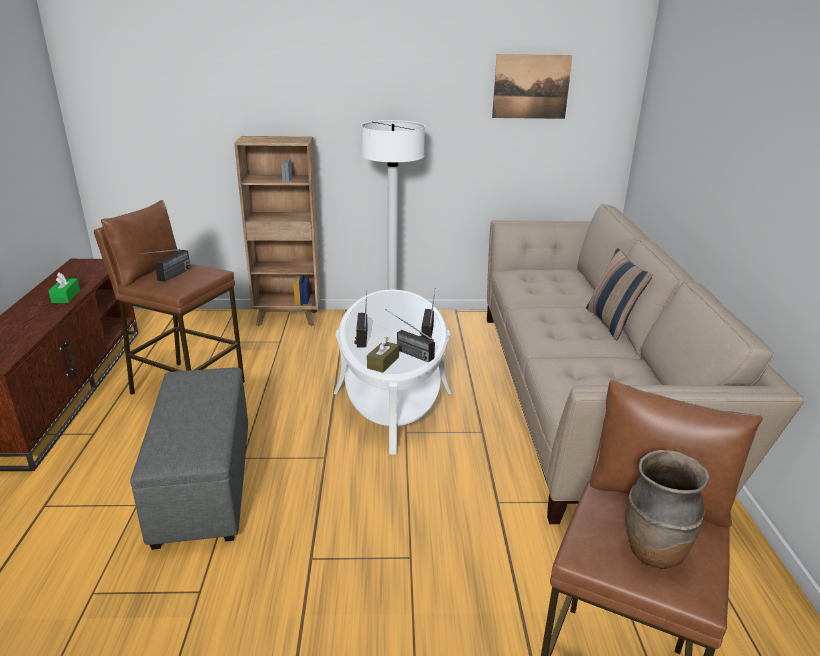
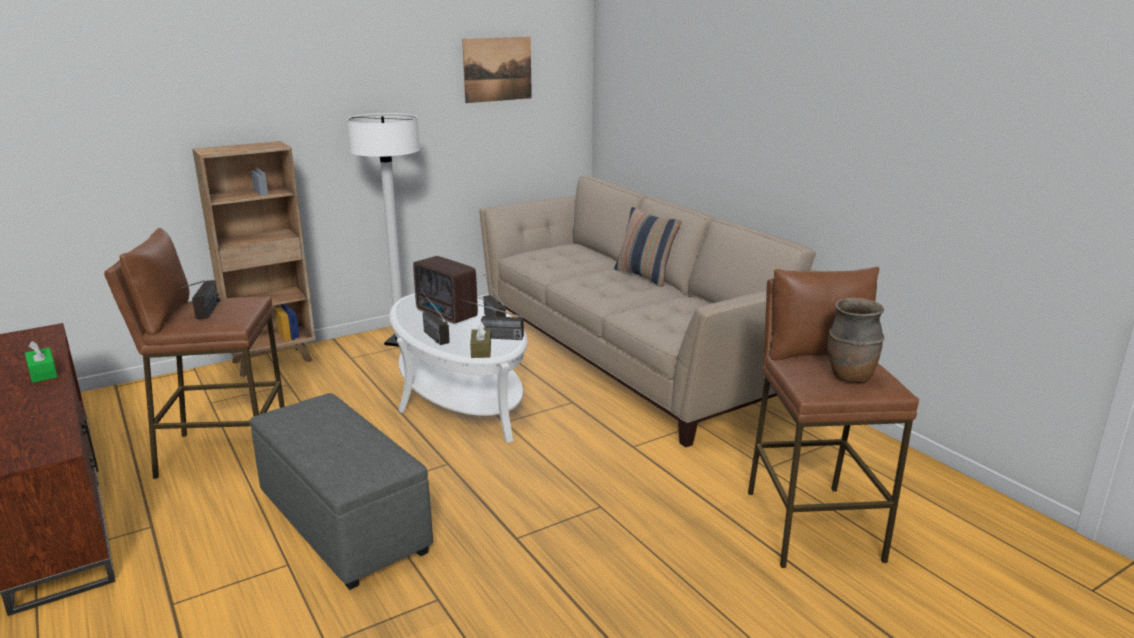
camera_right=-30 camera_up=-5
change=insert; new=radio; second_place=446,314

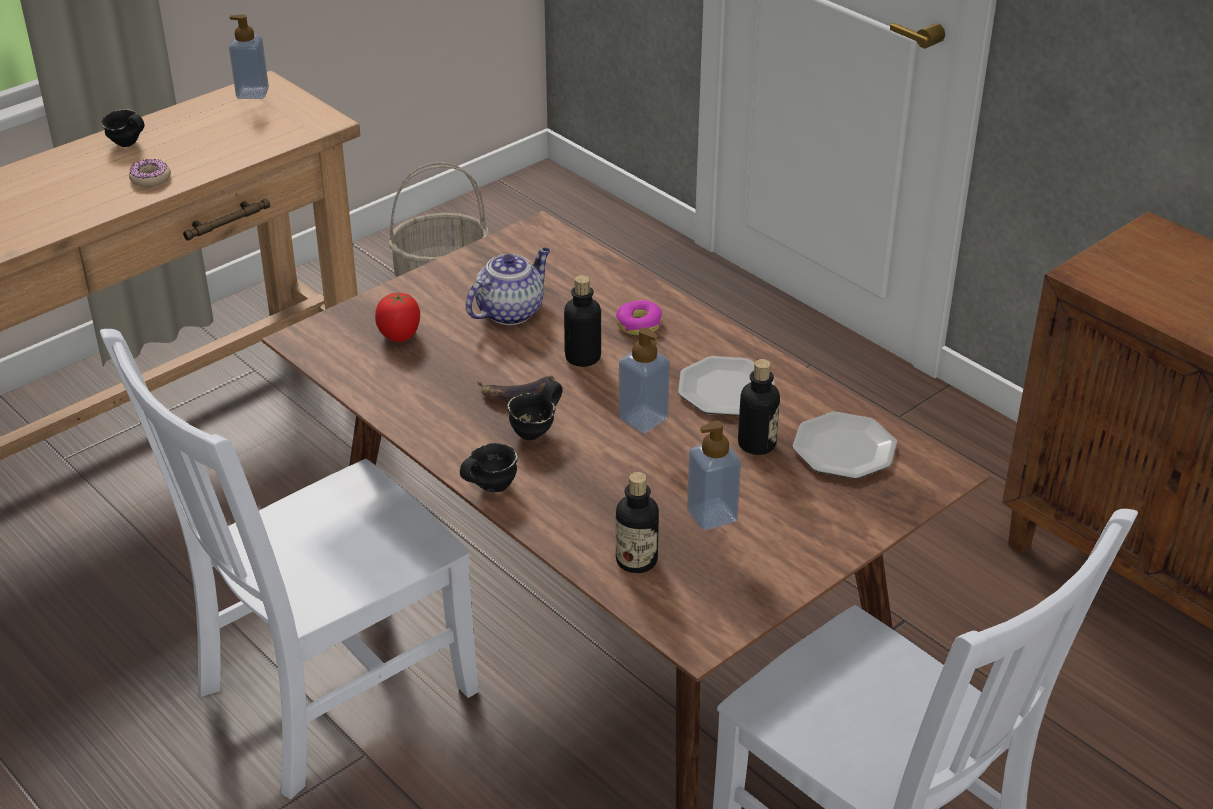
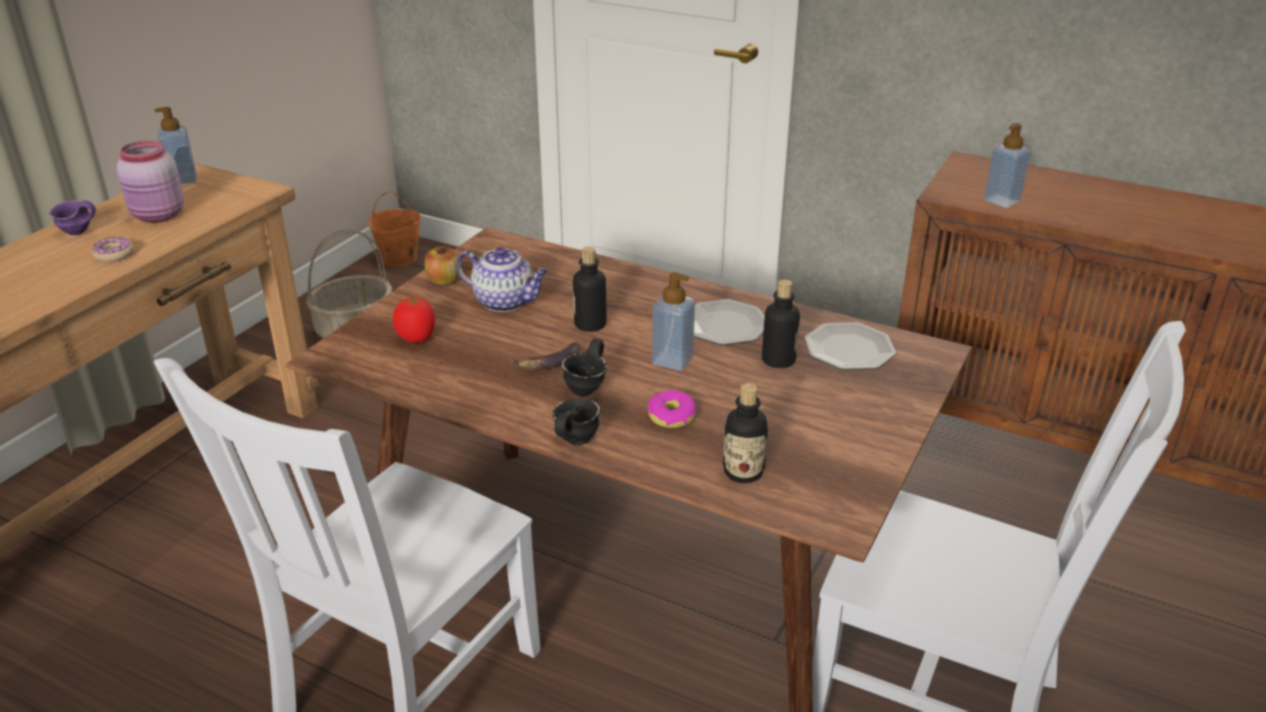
camera_right=-20 camera_up=-5
change=recolor; old=taza grande/negro; new=taza grande/morado; first_place=126,146; second_place=78,234
change=rotate; old=tetera; first_place=510,311; second_place=505,302; degrees=90
change=move; old=rosquilla; first_place=638,324; second_place=671,416
change=move; old=dispensador de jabón; first_place=712,515; second_place=1001,201
change=insert; new=tarro/rosa; second_place=159,216
change=insert; new=cubo/naranja; second_place=398,259
change=insert; new=manzana; second_place=444,280

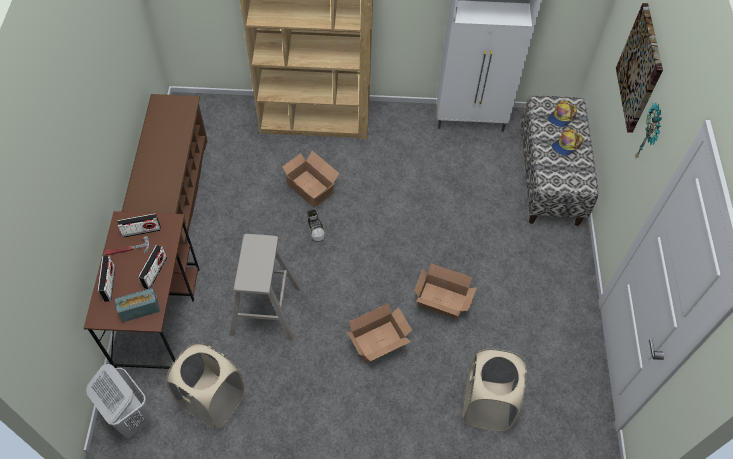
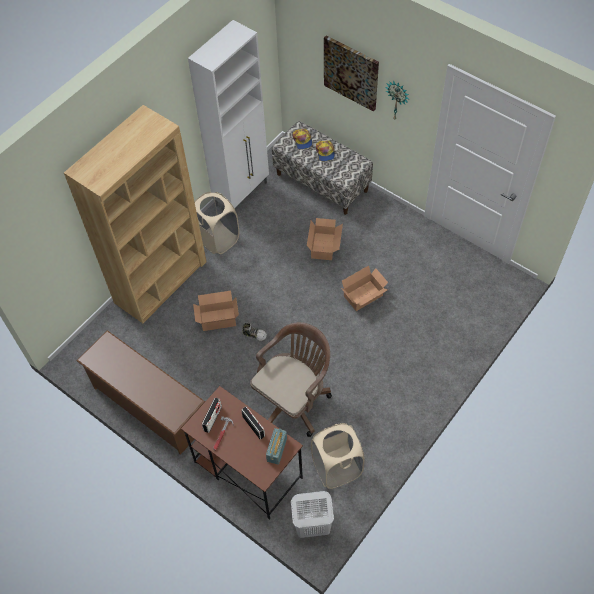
camera_right=-50 camera_up=0
change=delete; old=radio; first_place=109,284
change=replace; old=taburete/beis; new=silla de oficina/marrón; first_place=266,310; second_place=293,400
change=move; old=caja de cartón; first_place=379,343; second_place=324,246
change=move; old=cesto de la ropa/beis; first_place=486,405; second_place=218,239

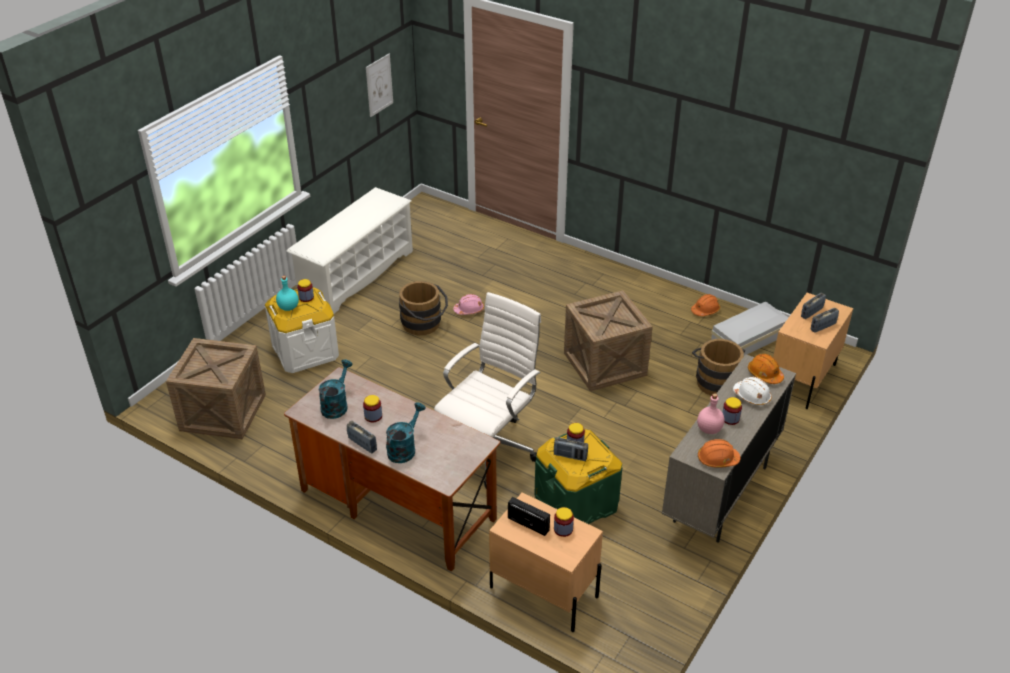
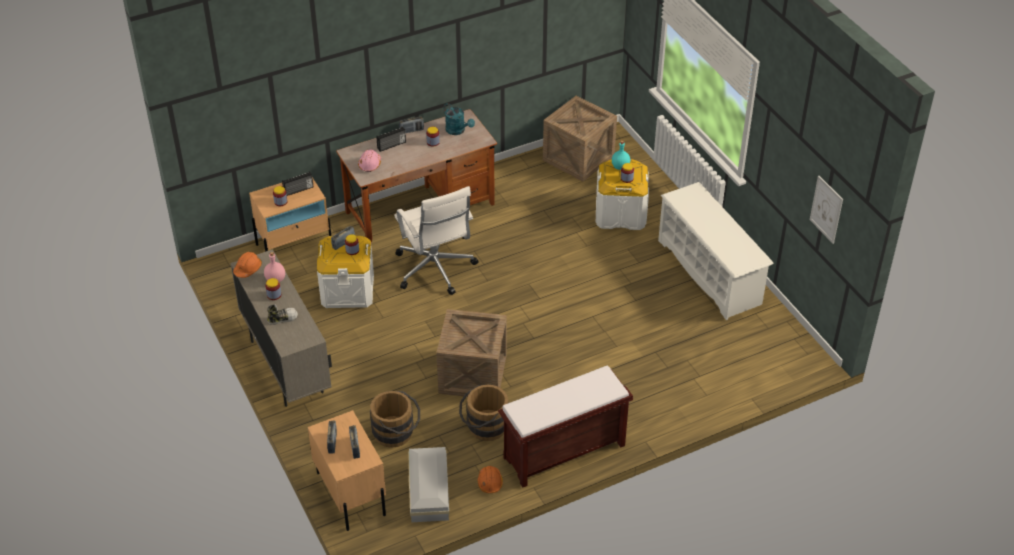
camera_right=120 camera_up=5
change=replace; old=regadera/turquesa; new=radio; first_place=404,448; second_place=392,145
change=move; old=cubo/marrón; first_place=424,325; second_place=483,427
change=move; old=casco/rosa; first_place=469,310; second_place=370,164
change=recolor; old=caja de almacenaje/verde; new=caja de almacenaje/blanco; first_place=576,502; second_place=347,290
change=replace; old=casco/blanco; new=zapato; first_place=752,396; second_place=282,318
change=delete; old=casco/naranja; first_place=764,374
change=insert; new=banco/marrón; second_place=563,452

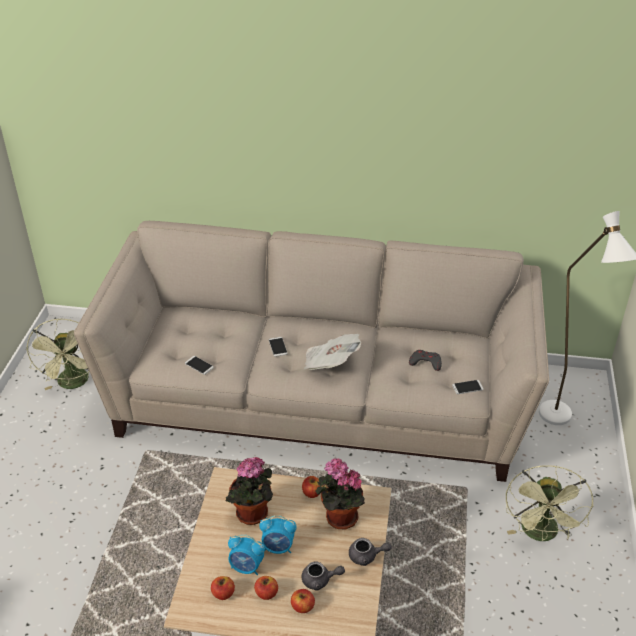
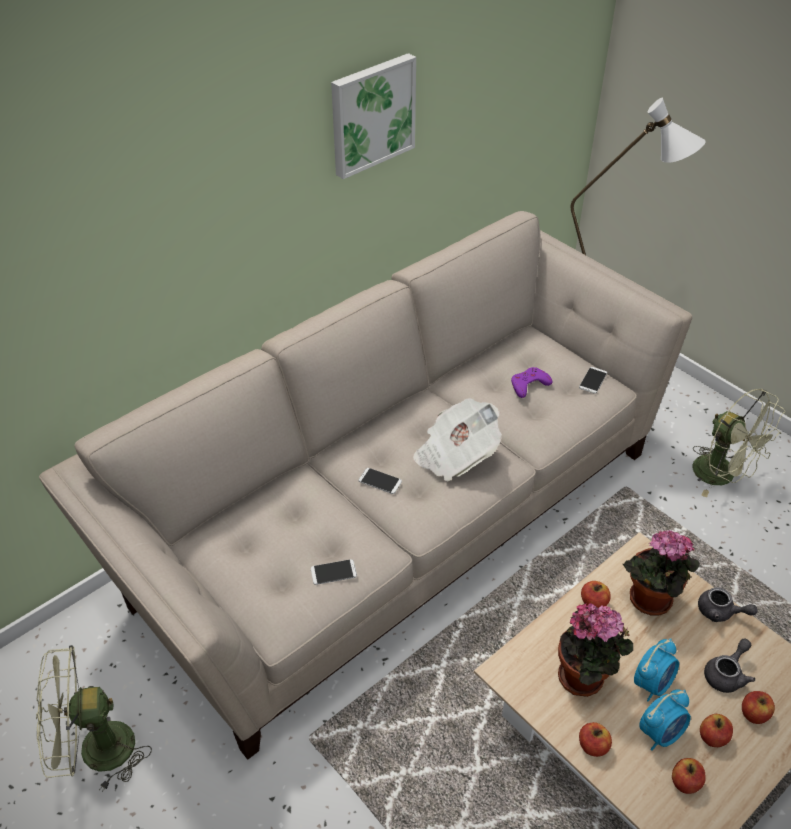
camera_right=-50 camera_up=5
change=rotate; old=ventilador/verde; first_place=74,384; second_place=95,751; degrees=135
change=rotate; old=tetera/gris; first_place=367,556; second_place=720,612; degrees=75
change=recolor; old=mando de consola/gris; new=mando de consola/morado; first_place=425,362; second_place=529,385
change=insert; new=cuadro; second_place=371,114
change=insert; new=manzana; second_place=592,746

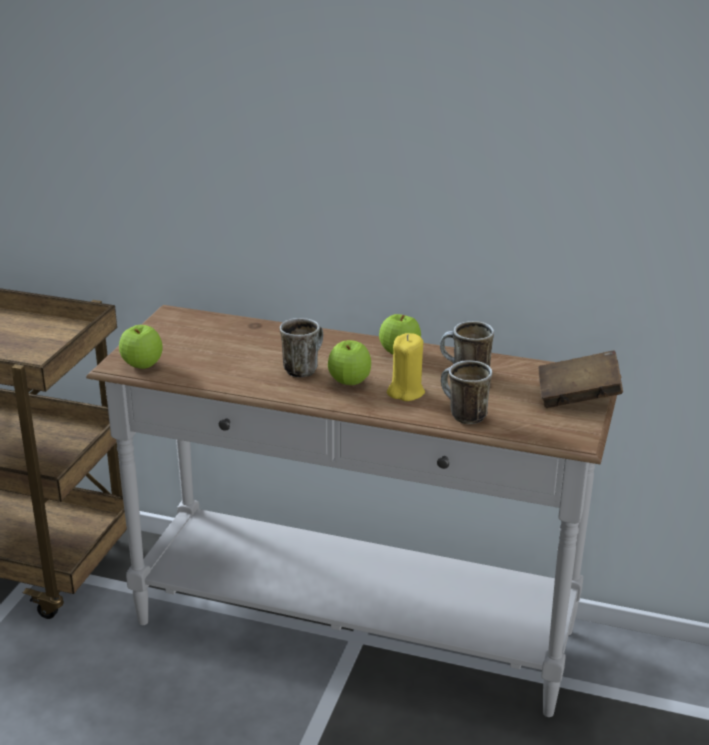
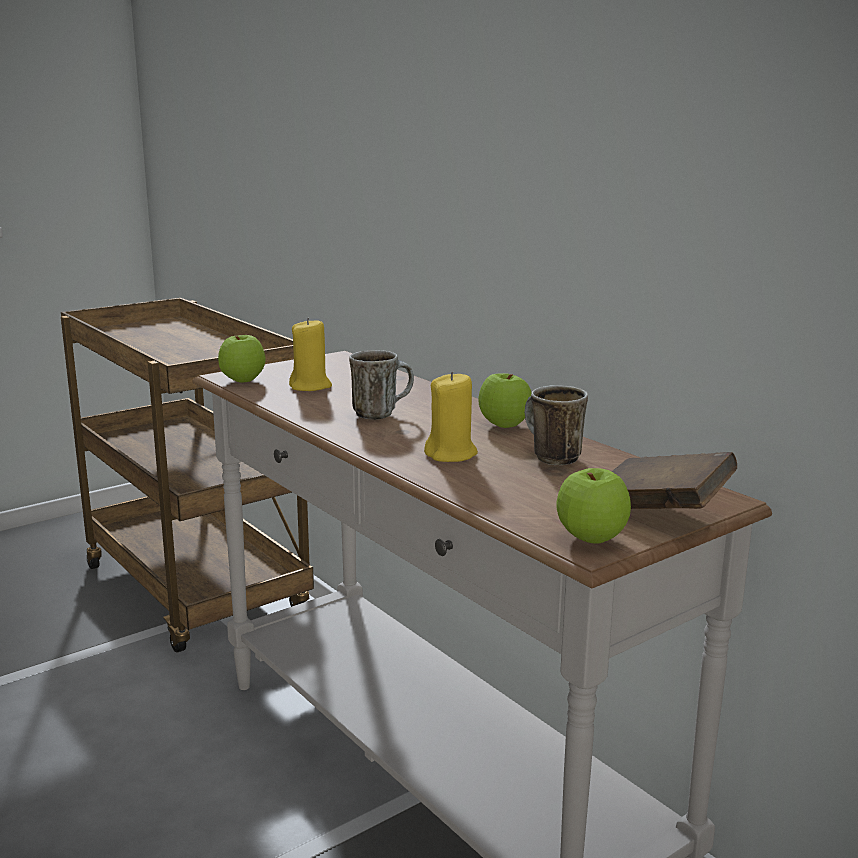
camera_right=35 camera_up=-10
change=move; old=manzana; first_place=349,382; second_place=591,538
change=delete; old=taza grande; first_place=461,415
change=insert; new=vela/amarillo; second_place=310,386

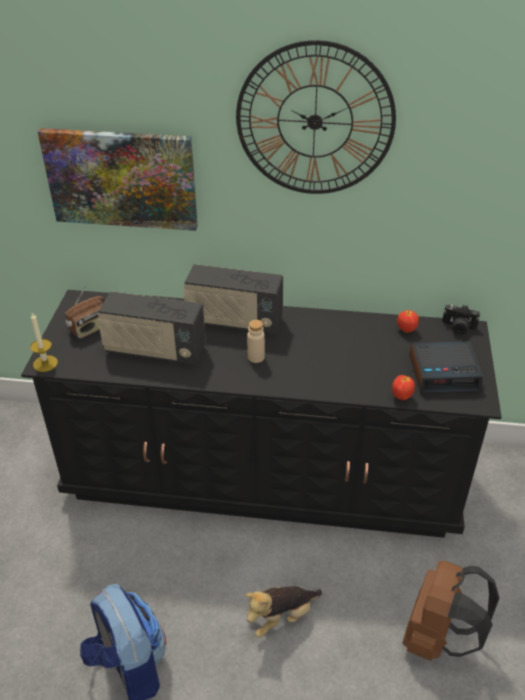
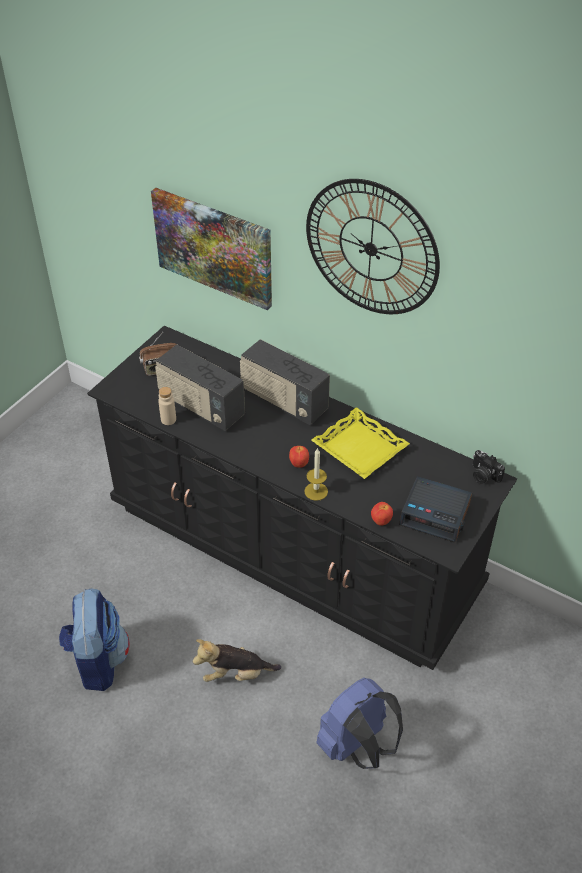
camera_right=25 camera_up=5
change=move; old=vela; first_place=45,363; second_place=316,491
change=move; old=botella/beis; first_place=256,357; second_place=168,419
change=move; old=manzana; first_place=406,330; second_place=298,464
change=recolor; old=mochila/marrón; new=mochila/azul; first_place=438,637; second_place=357,746
change=insert; new=bandeja/amarillo; second_place=359,448

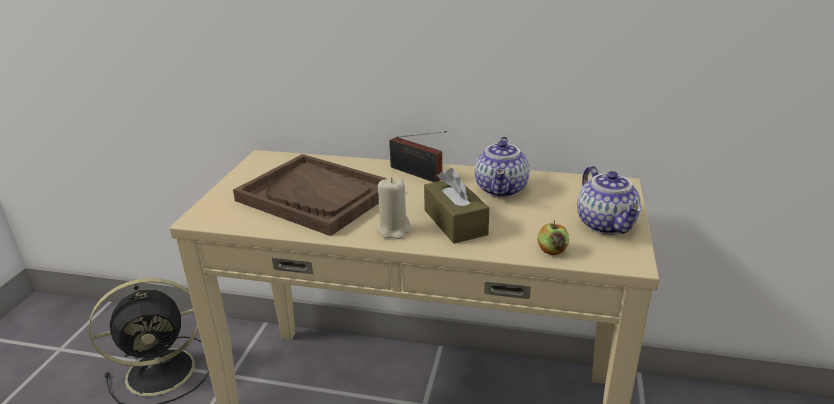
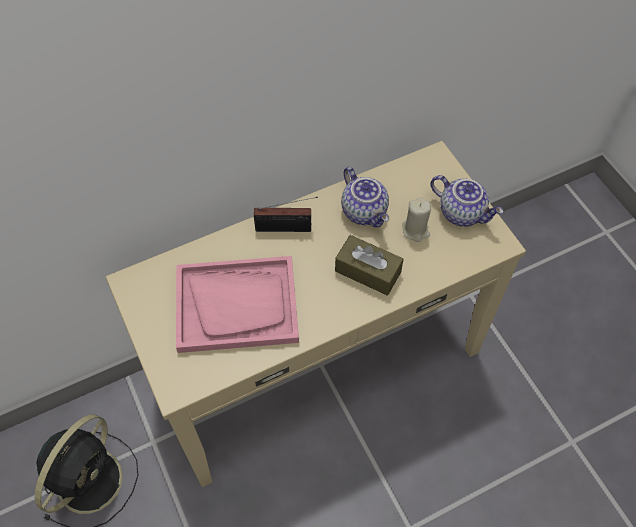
camera_right=-40 camera_up=30
change=recolor; old=bandeja/marrón; new=bandeja/rosa; first_place=316,196; second_place=237,305
change=move; old=vela/beis; first_place=394,230; second_place=415,230
change=delete; old=manzana; first_place=552,251

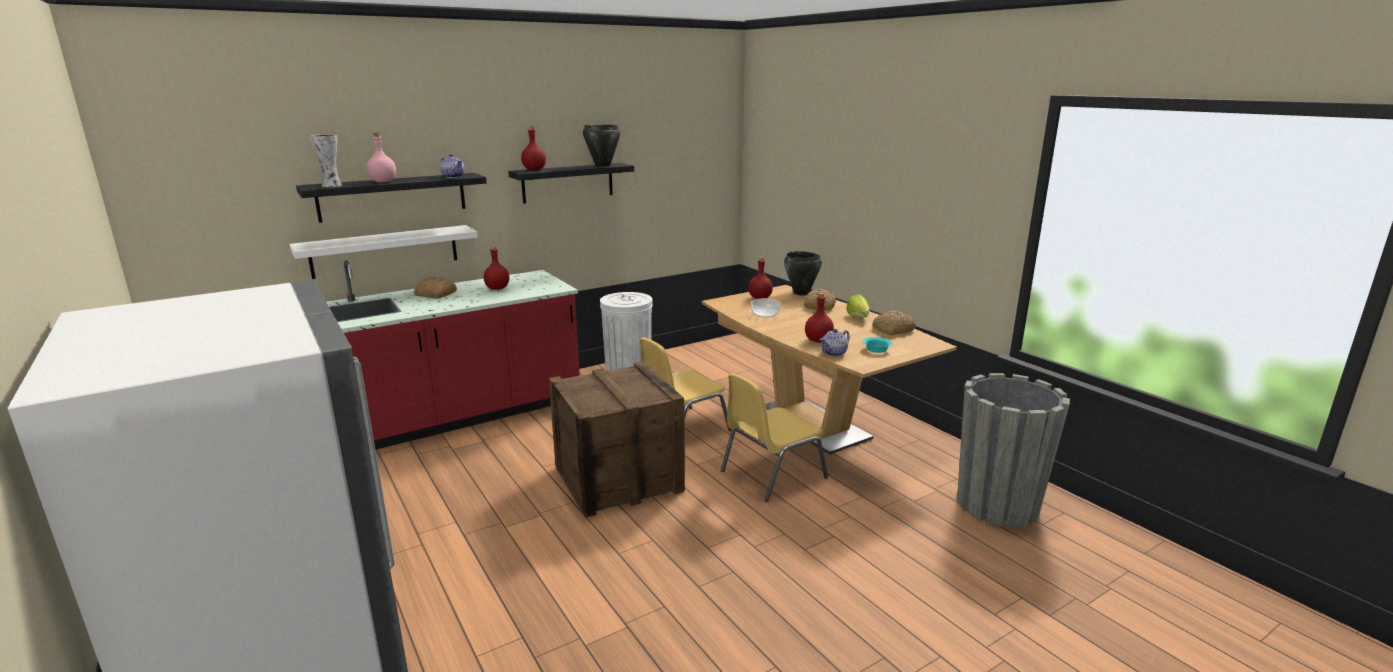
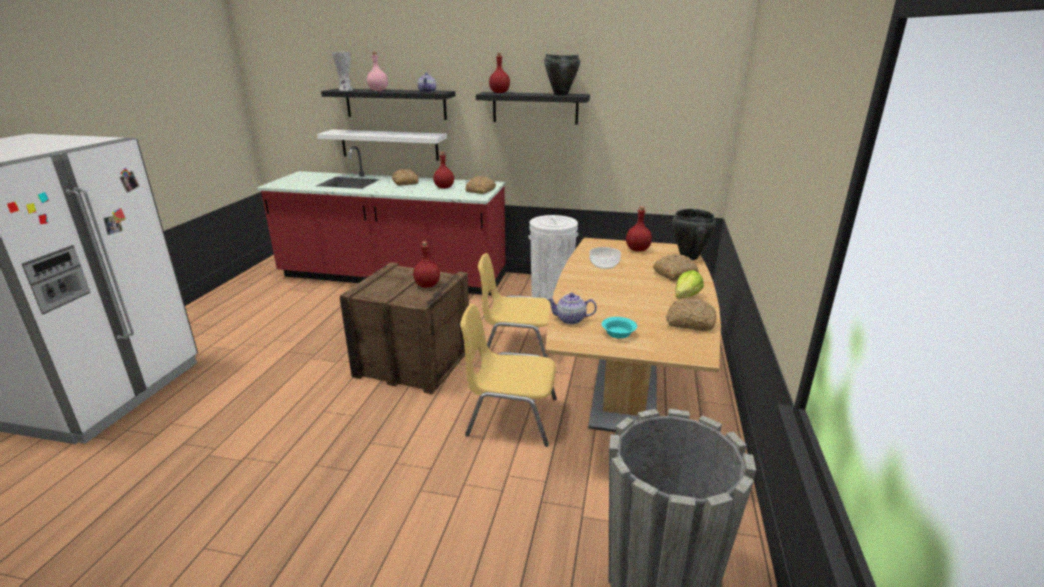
camera_right=45 camera_up=5
change=move; old=botella/rojo; first_place=818,340; second_place=428,285
change=insert; new=pan; second_place=480,191

